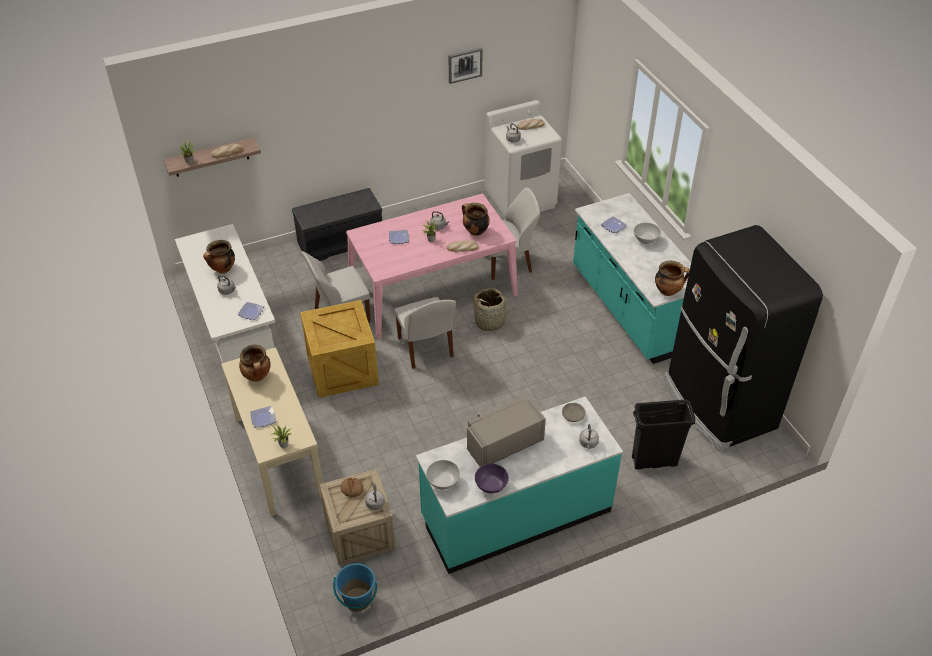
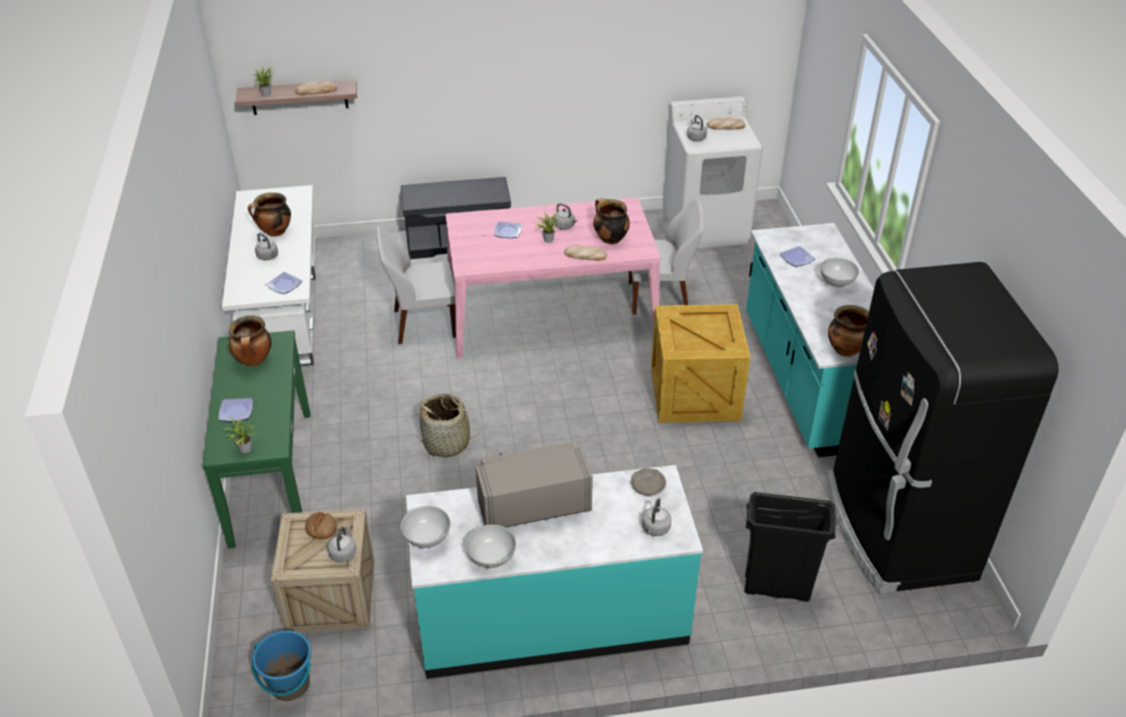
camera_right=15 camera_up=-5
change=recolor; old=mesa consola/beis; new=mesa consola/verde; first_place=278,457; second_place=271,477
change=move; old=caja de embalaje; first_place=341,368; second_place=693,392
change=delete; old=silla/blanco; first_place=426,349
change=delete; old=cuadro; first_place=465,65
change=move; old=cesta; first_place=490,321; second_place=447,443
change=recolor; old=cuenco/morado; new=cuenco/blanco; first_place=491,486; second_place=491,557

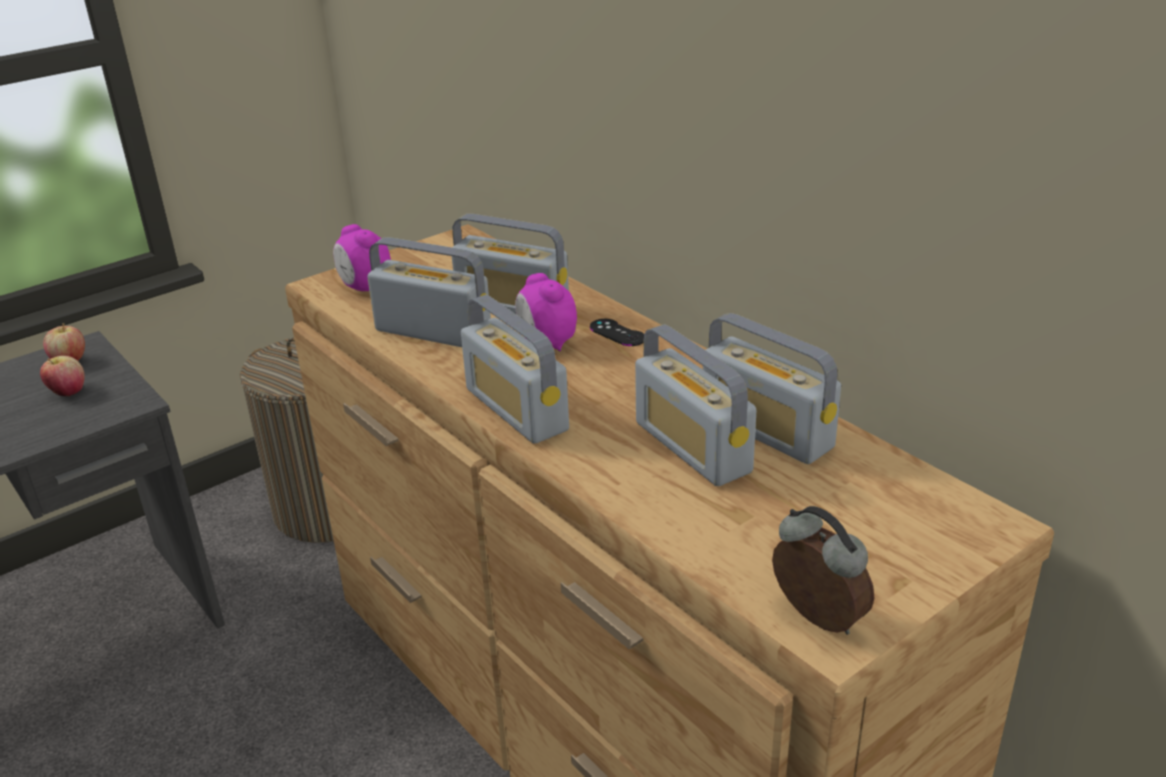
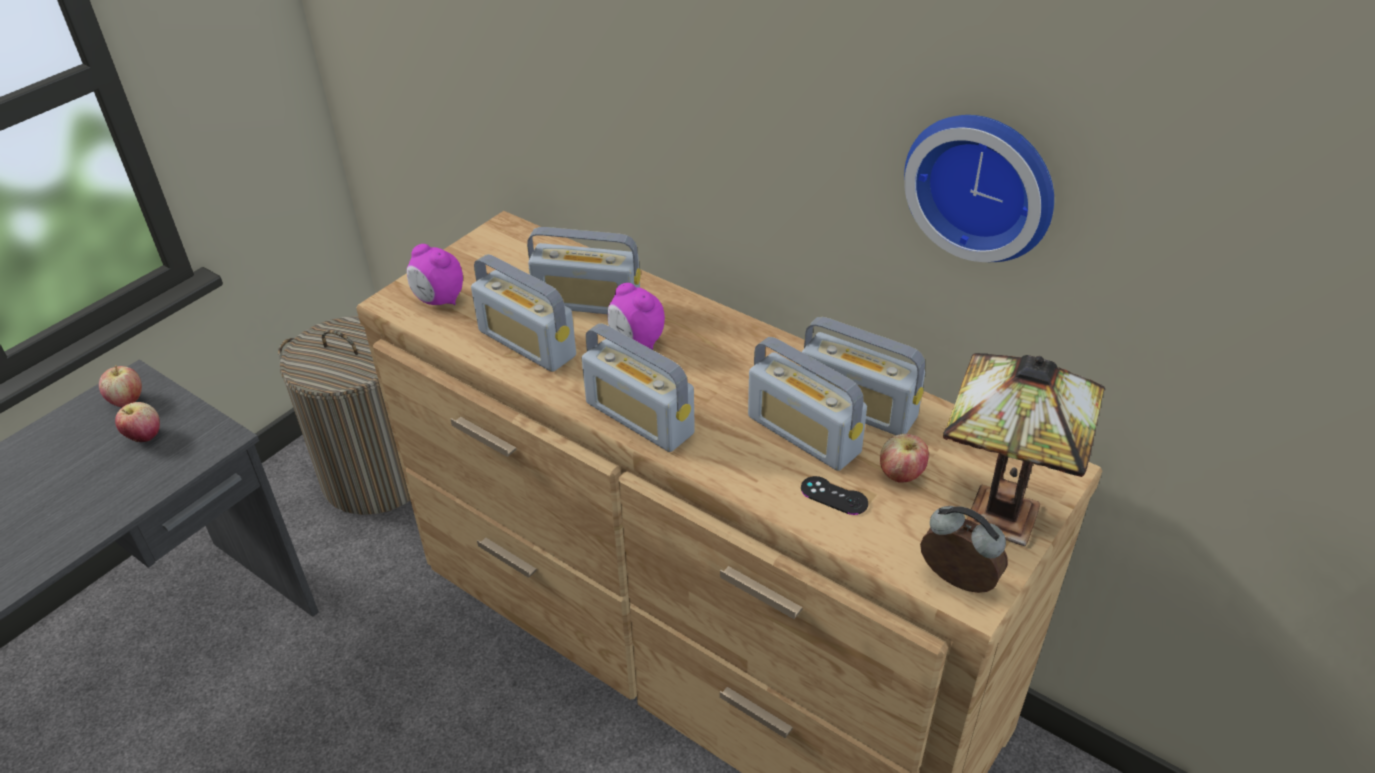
camera_right=-15 camera_up=10
change=rotate; old=radio; first_place=433,332; second_place=527,343; degrees=-150
change=move; old=mando de consola/negro; first_place=617,333; second_place=834,496
change=insert; new=manzana; second_place=901,475
change=insert; new=reloj de pared; second_place=983,184
change=insert; new=lámpara de mesa; second_place=996,516

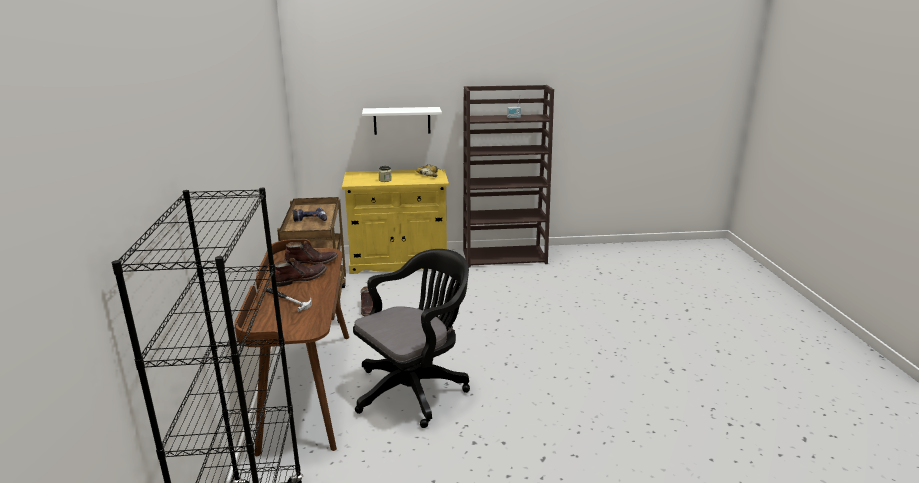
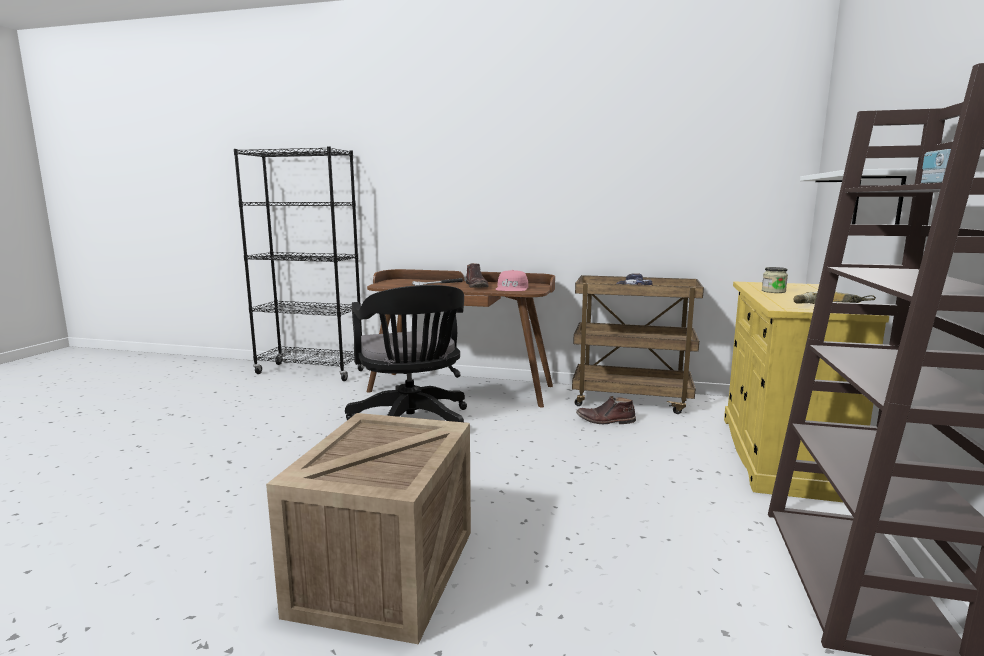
camera_right=110 camera_up=-10
change=replace; old=bota/marrón; new=gorra/rosa; first_place=311,262; second_place=512,288
change=insert; new=caja de embalaje; second_place=386,573

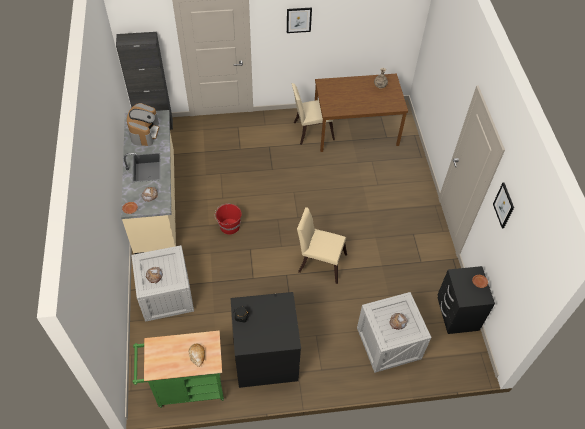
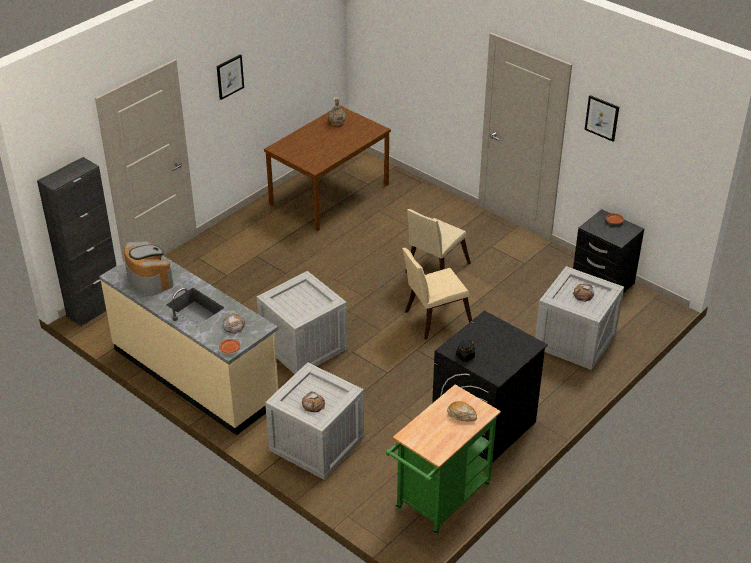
camera_right=-40 camera_up=-15
change=replace; old=cubo/rojo; new=caja de embalaje; first_place=229,226; second_place=305,346
change=move; old=silla/beis; first_place=310,131; second_place=434,269

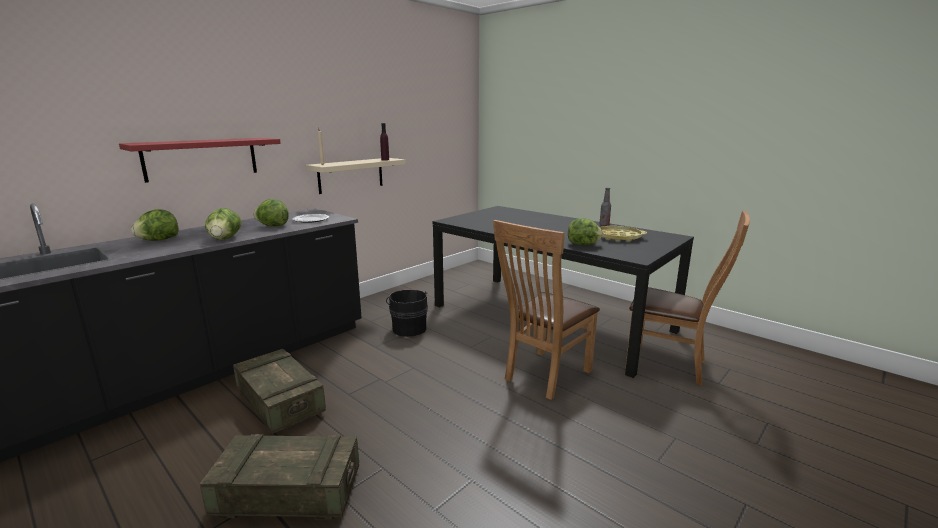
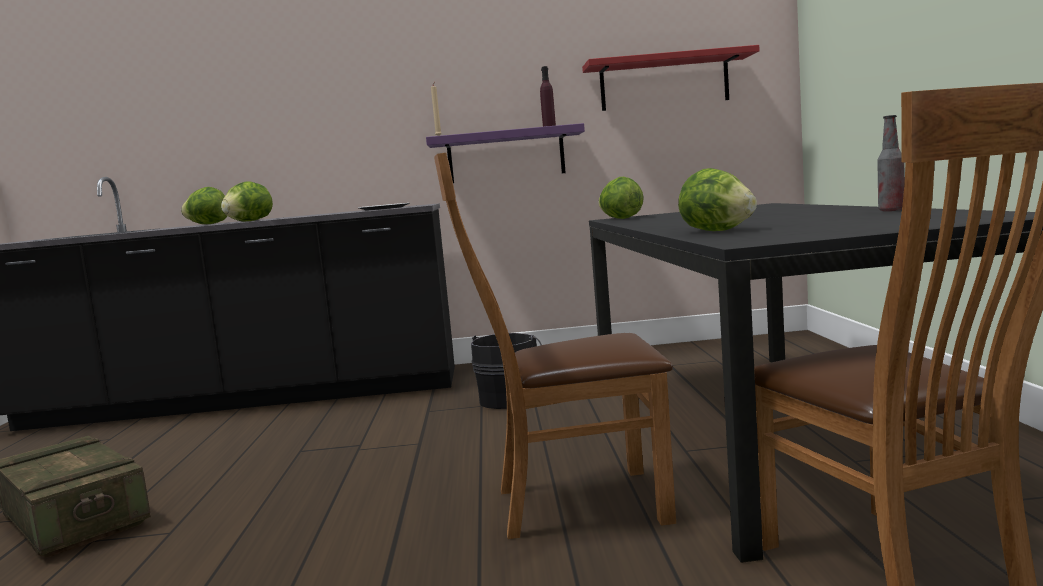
camera_right=45 camera_up=-10
change=move; old=estante/rojo; first_place=201,158; second_place=664,82
change=delete; old=caja de embalaje; first_place=280,403
change=move; old=lechuga; first_place=273,226; second_place=621,218
change=recolor; old=estante/beis; new=estante/morado; first_place=351,175; second_place=506,155
change=delete; old=bandeja/amarillo; first_place=618,237

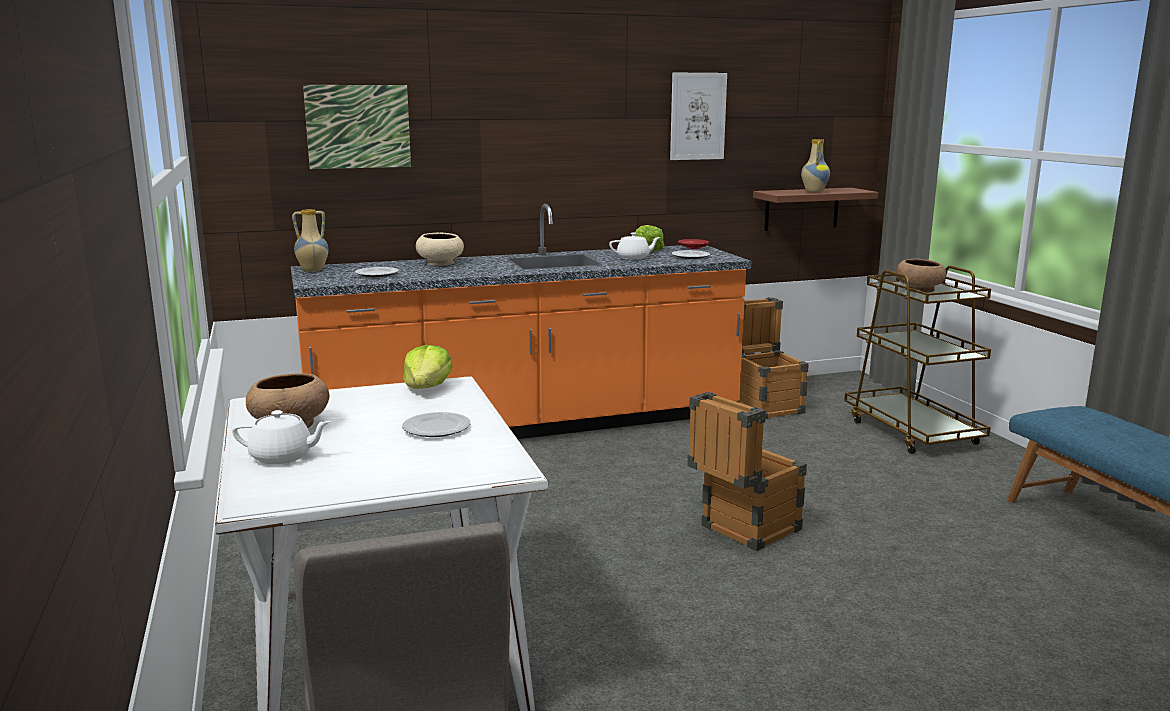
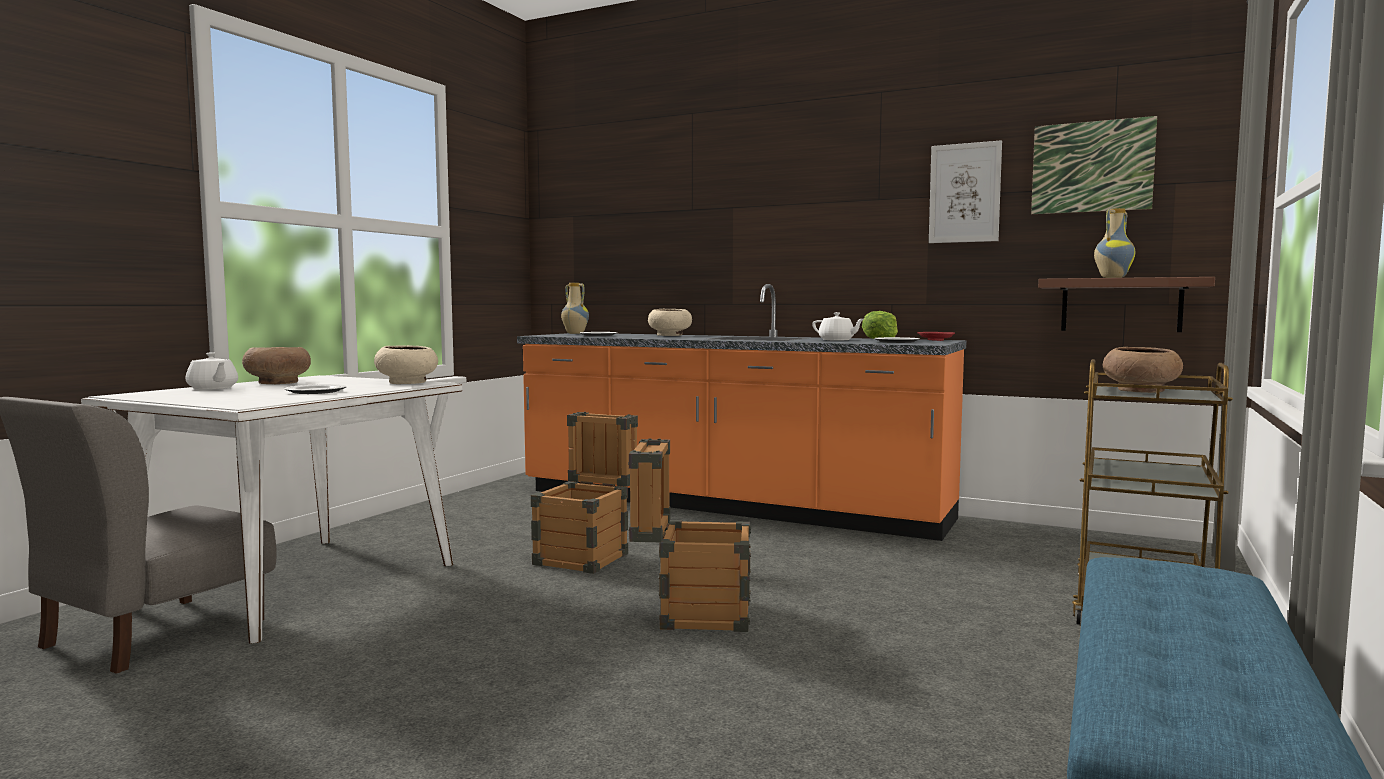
camera_right=45 camera_up=-10
change=move; old=cuadro; first_place=358,126; second_place=1092,167
change=replace; old=lechuga; new=cuenco/beis; first_place=427,388; second_place=408,382
change=move; old=caja de embalaje; first_place=764,405; second_place=588,556

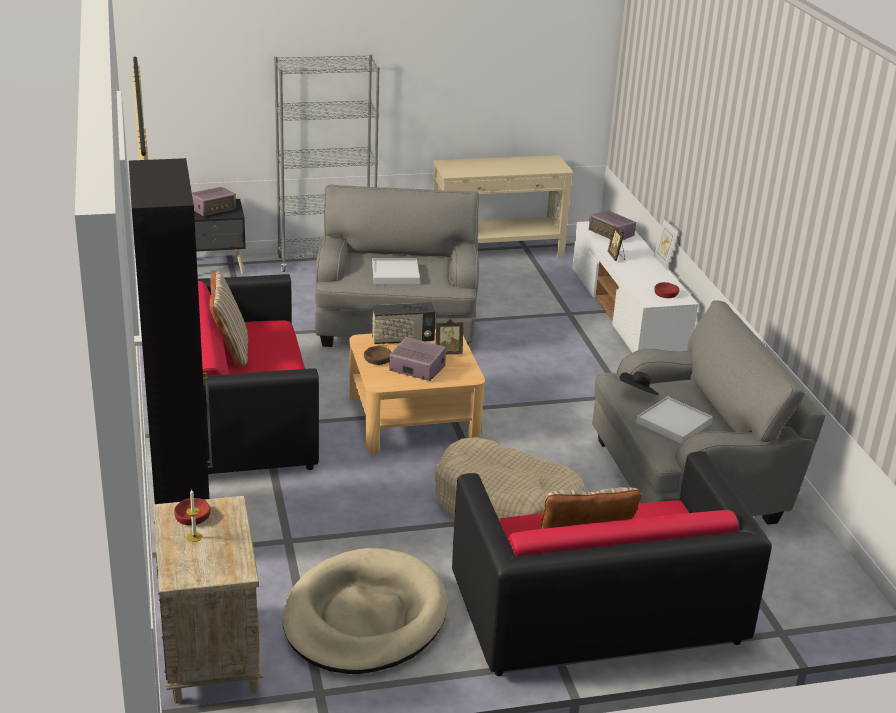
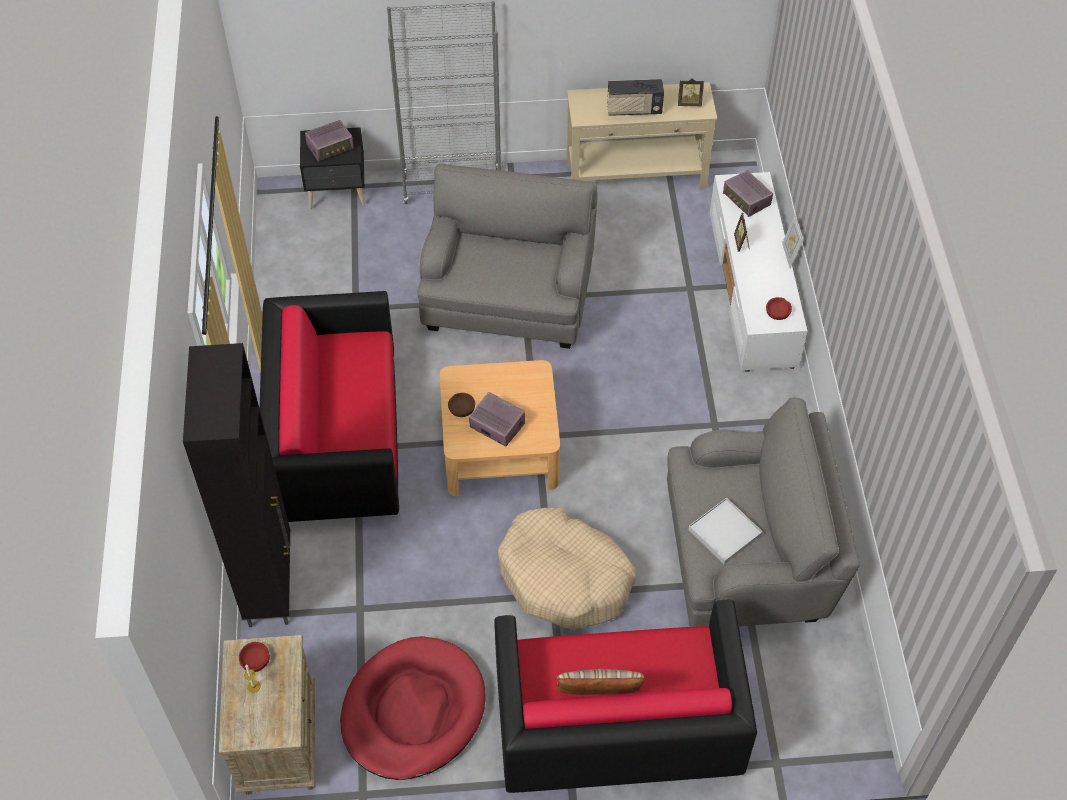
camera_right=10 camera_up=25
change=delete; old=cojín/beis; first_place=230,350
change=recolor; old=cama para perro/beis; new=cama para perro/rojo; first_place=364,618; second_place=413,711
change=delete; old=bandeja/blanco; first_place=395,274
change=move; old=radio; first_place=402,339; second_place=634,110
change=move; old=portarretratos; first_place=448,352; second_place=689,103
change=delete; old=sombrero/negro; first_place=638,393

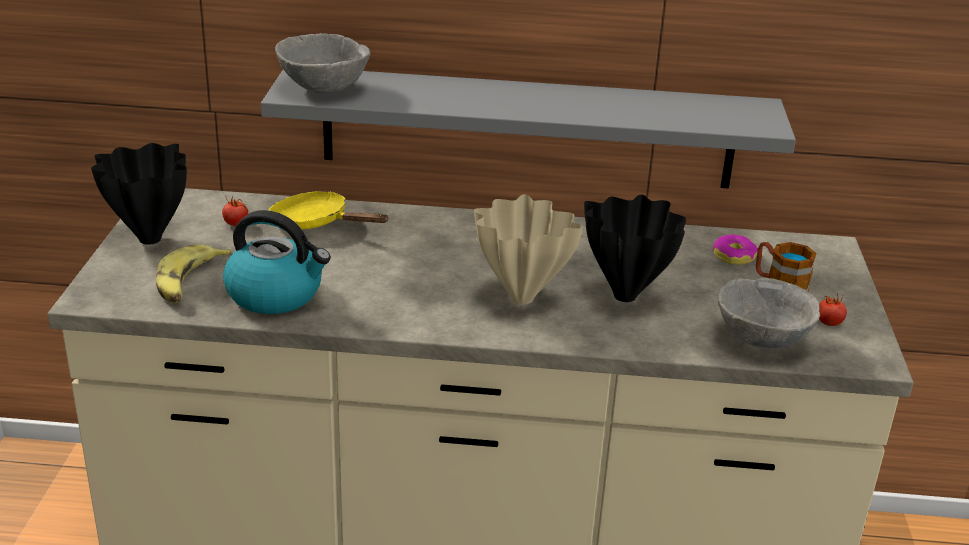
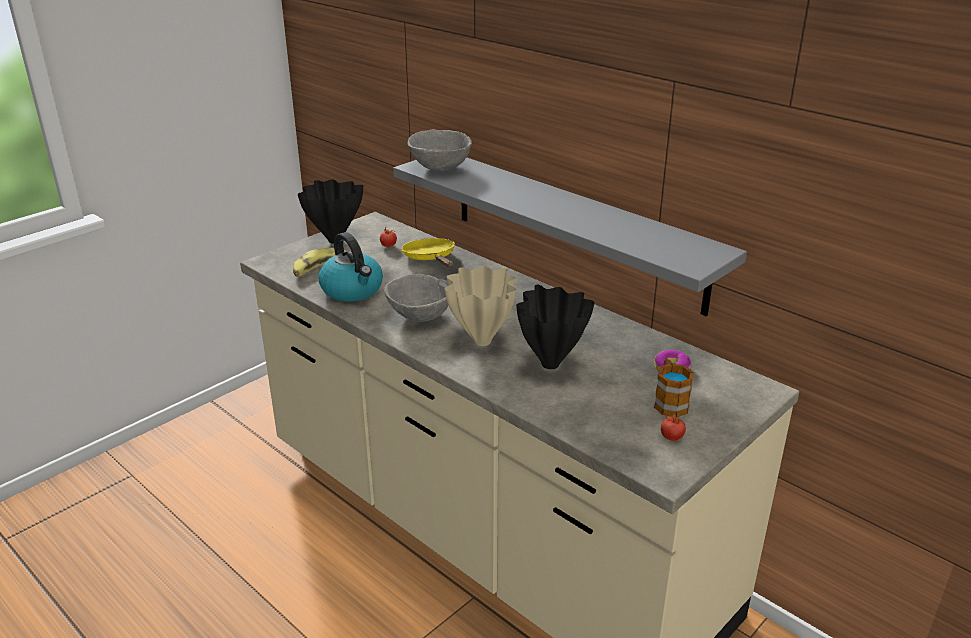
camera_right=40 camera_up=0
change=move; old=cuenco/gris; first_place=760,340; second_place=419,316

